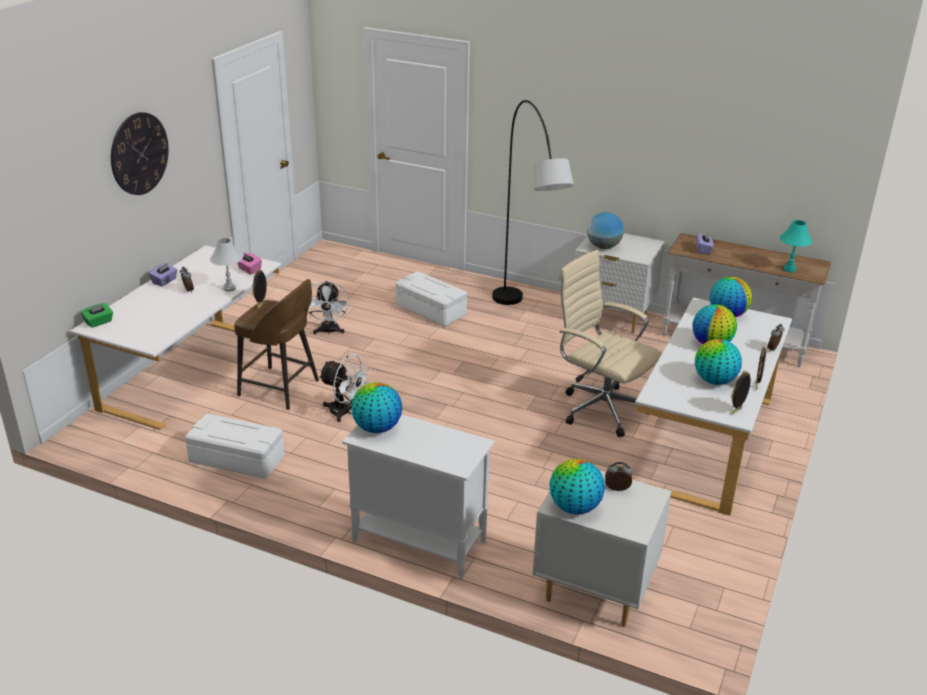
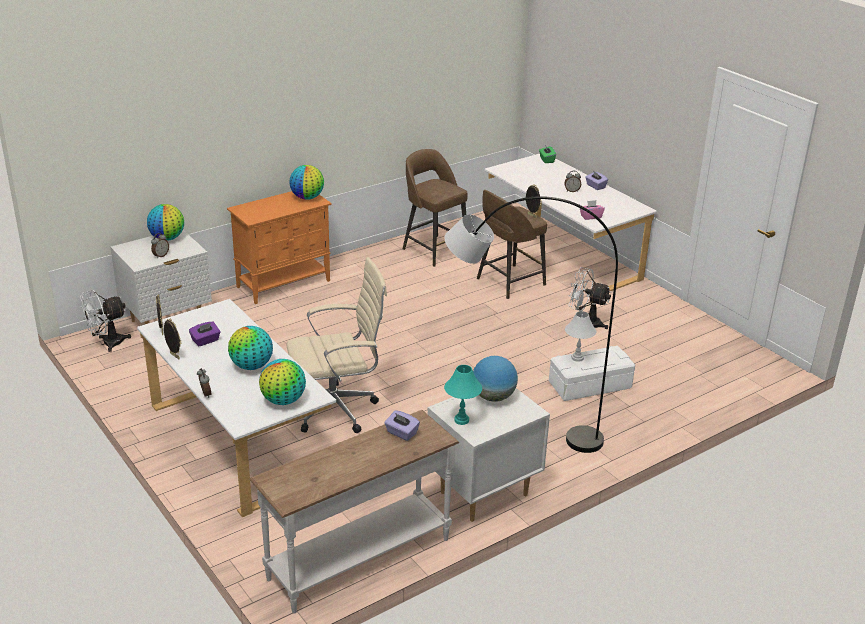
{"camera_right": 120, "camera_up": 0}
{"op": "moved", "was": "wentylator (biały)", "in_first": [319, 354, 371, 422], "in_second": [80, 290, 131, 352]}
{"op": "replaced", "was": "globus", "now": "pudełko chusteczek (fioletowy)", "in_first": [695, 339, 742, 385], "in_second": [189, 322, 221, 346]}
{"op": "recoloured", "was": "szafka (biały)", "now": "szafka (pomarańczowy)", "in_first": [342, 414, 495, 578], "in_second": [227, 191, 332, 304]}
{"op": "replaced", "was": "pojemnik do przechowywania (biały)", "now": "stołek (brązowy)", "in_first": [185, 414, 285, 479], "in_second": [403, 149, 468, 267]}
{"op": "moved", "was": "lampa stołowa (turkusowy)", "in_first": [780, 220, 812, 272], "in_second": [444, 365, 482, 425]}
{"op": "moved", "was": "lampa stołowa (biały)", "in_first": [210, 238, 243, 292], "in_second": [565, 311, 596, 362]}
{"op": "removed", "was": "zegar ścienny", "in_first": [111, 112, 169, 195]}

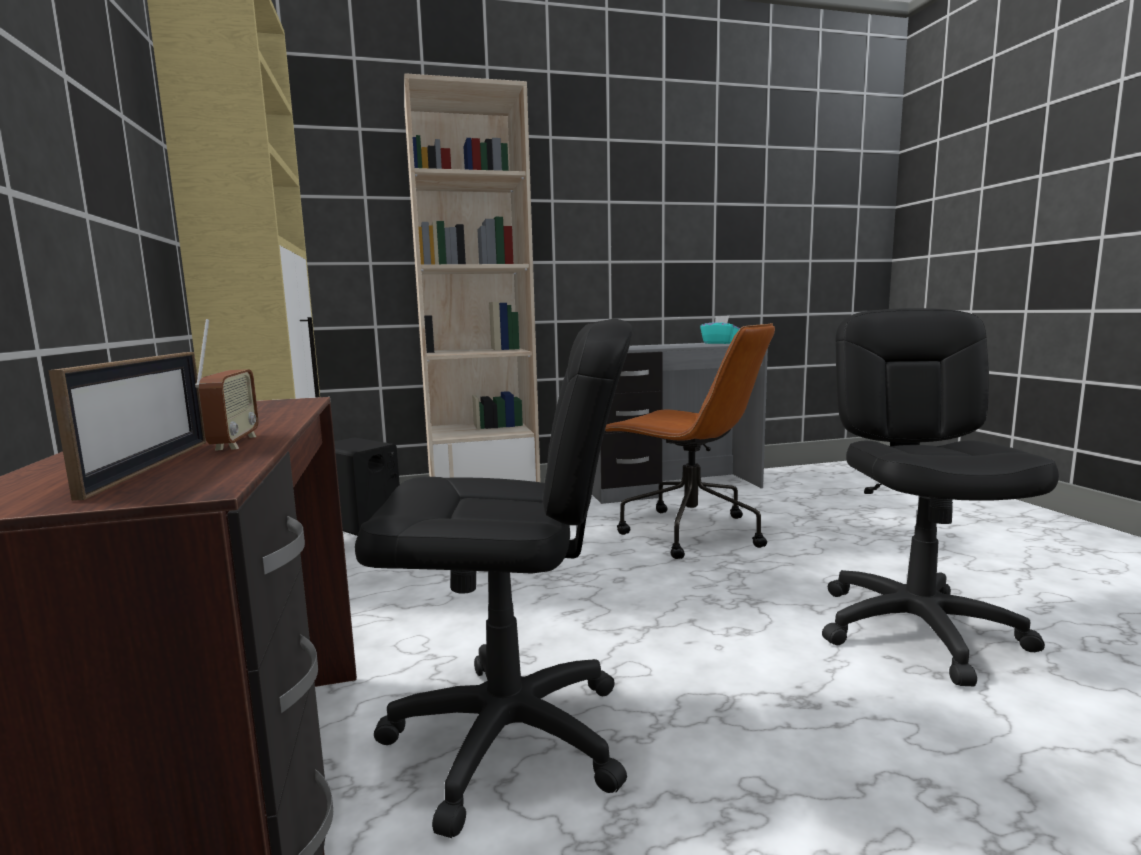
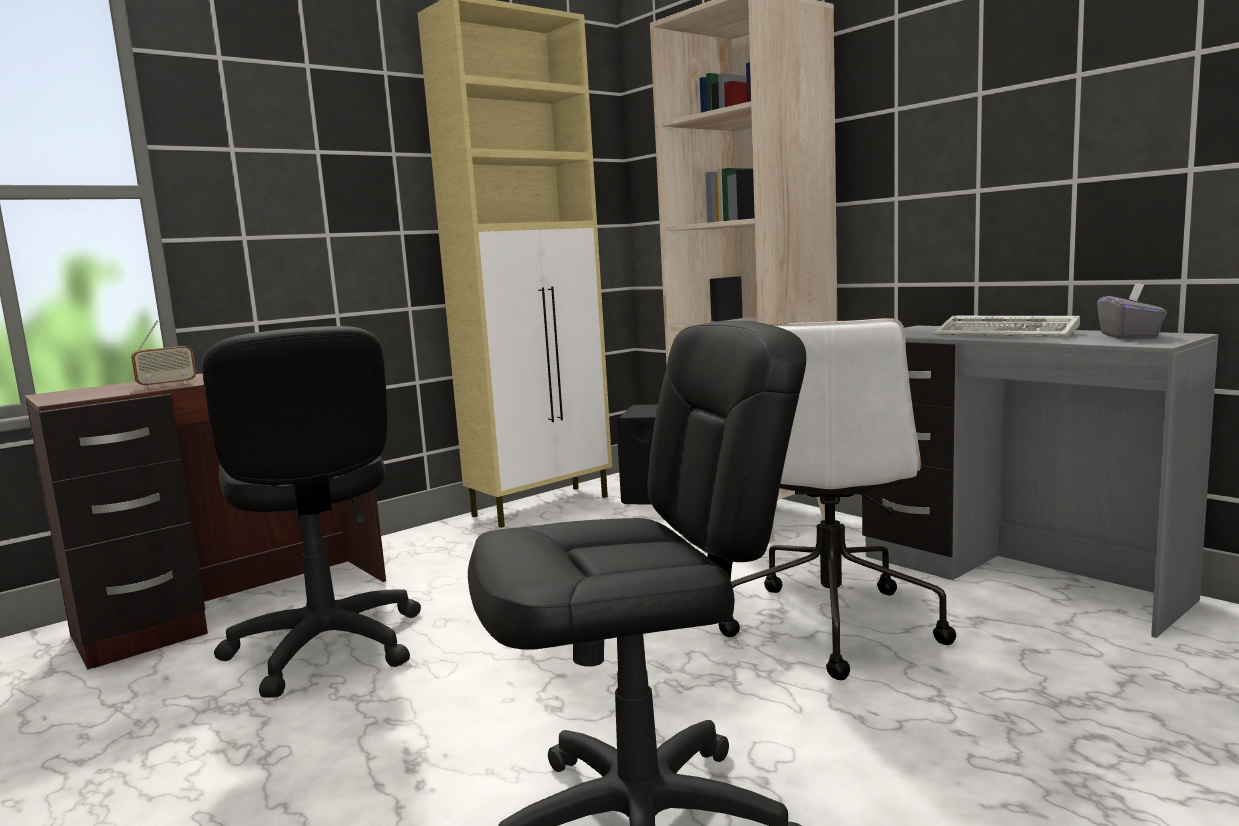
{"camera_right": 65, "camera_up": 0}
{"op": "recoloured", "was": "krzesło biurowe (brązowy)", "now": "krzesło biurowe (biały)", "in_first": [605, 323, 775, 559], "in_second": [718, 318, 956, 680]}
{"op": "added", "now": "klawiatura", "in_second": [934, 316, 1080, 338]}
{"op": "recoloured", "was": "pudełko chusteczek (turkusowy)", "now": "pudełko chusteczek (szary)", "in_first": [700, 316, 740, 344], "in_second": [1097, 283, 1167, 339]}
{"op": "removed", "was": "ramka na zdjęcie", "in_first": [49, 352, 206, 501]}

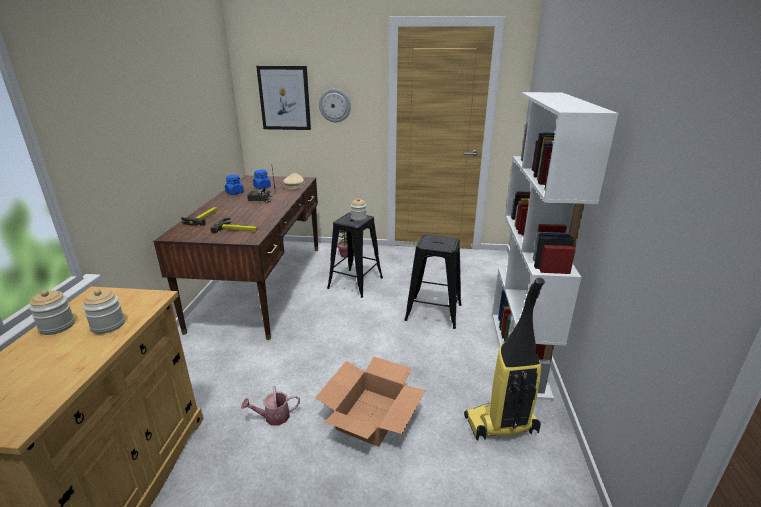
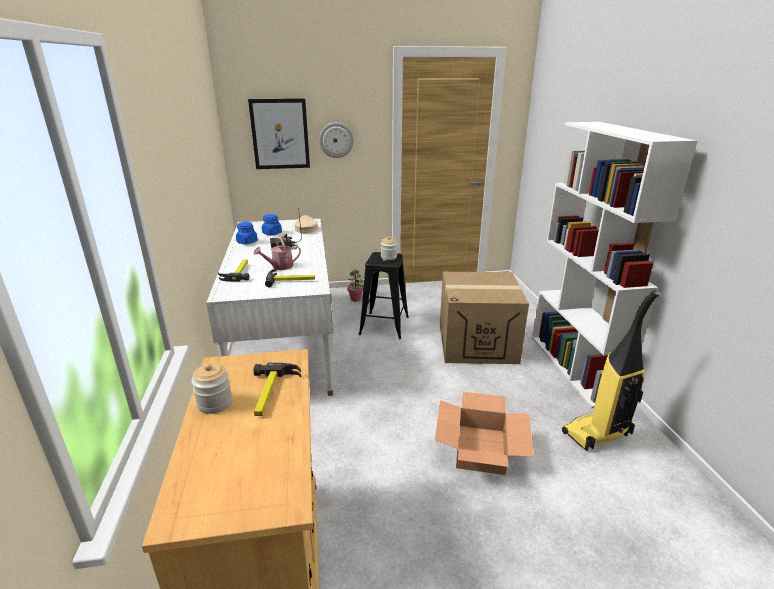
{"camera_right": -15, "camera_up": 0}
{"op": "recoloured", "was": "biurko (brązowy)", "now": "biurko (biały)", "in_first": [154, 176, 318, 340], "in_second": [206, 219, 333, 396]}
{"op": "moved", "was": "konewka", "in_first": [241, 386, 300, 426], "in_second": [254, 237, 301, 270]}
{"op": "replaced", "was": "słoik", "now": "młotek", "in_first": [82, 289, 125, 334], "in_second": [254, 363, 302, 416]}
{"op": "replaced", "was": "stołek (czarny)", "now": "karton", "in_first": [405, 235, 462, 329], "in_second": [440, 272, 529, 364]}

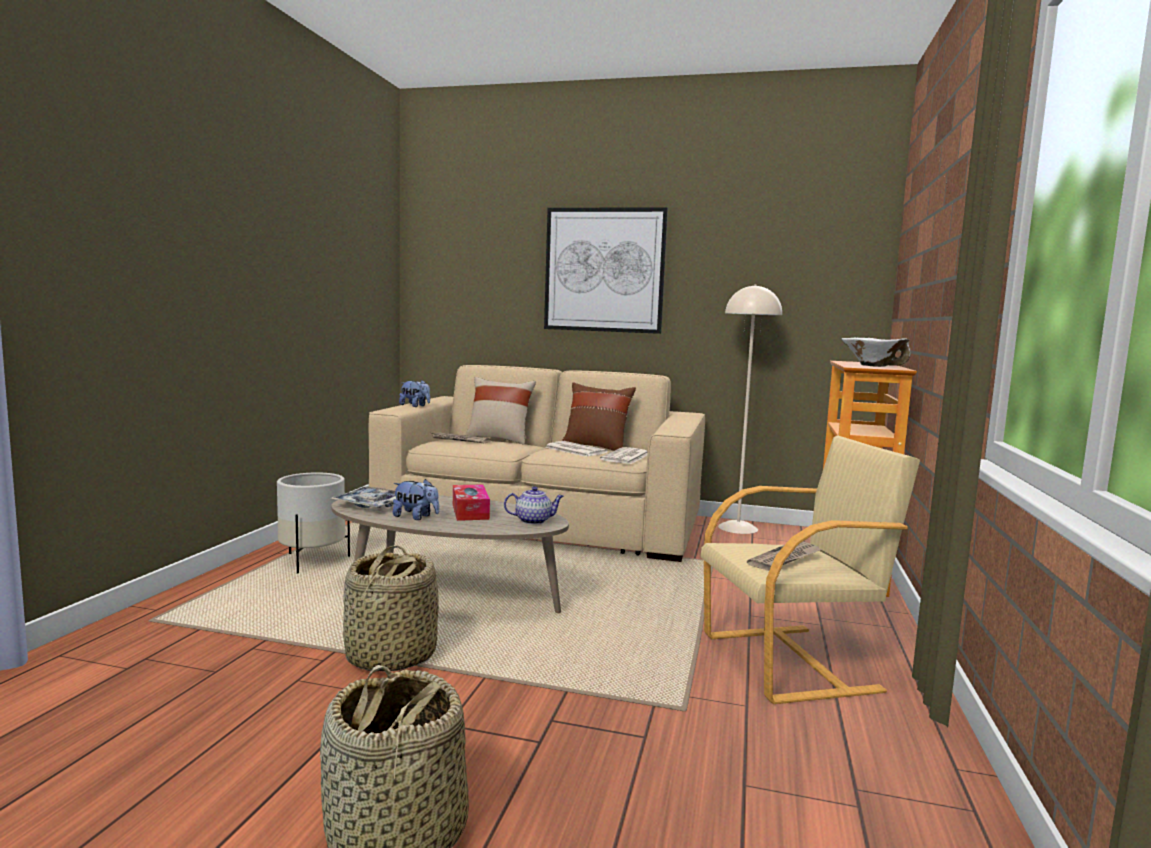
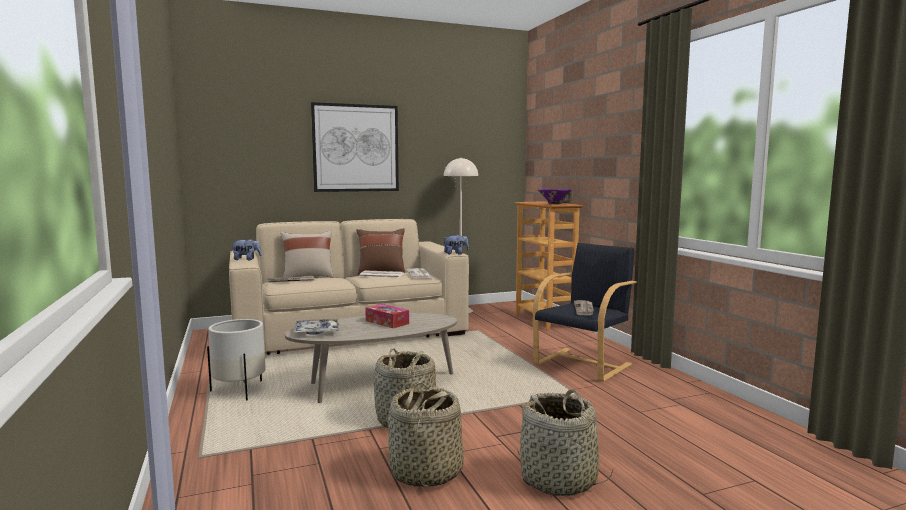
{"camera_right": -35, "camera_up": 0}
{"op": "added", "now": "koszyk", "in_second": [388, 382, 464, 487]}
{"op": "moved", "was": "pluszak", "in_first": [393, 479, 439, 520], "in_second": [444, 234, 469, 255]}
{"op": "recoloured", "was": "fotel (beżowy)", "now": "fotel (czarny)", "in_first": [701, 435, 920, 704], "in_second": [533, 243, 637, 382]}
{"op": "recoloured", "was": "miska (biały)", "now": "miska (fioletowy)", "in_first": [841, 338, 911, 367], "in_second": [538, 188, 573, 204]}
{"op": "removed", "was": "imbryk", "in_first": [504, 486, 564, 524]}

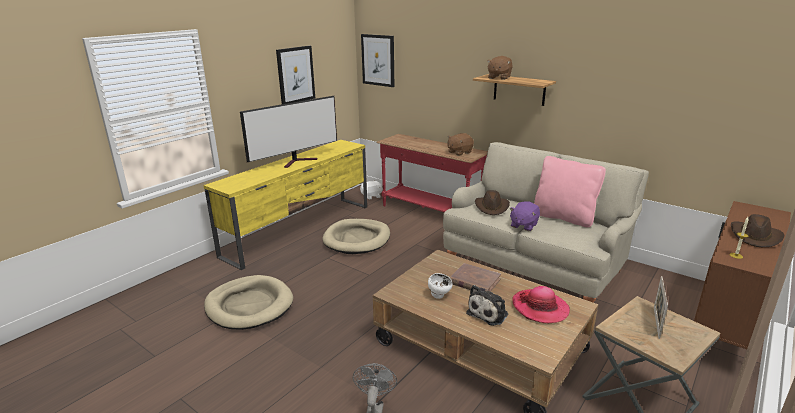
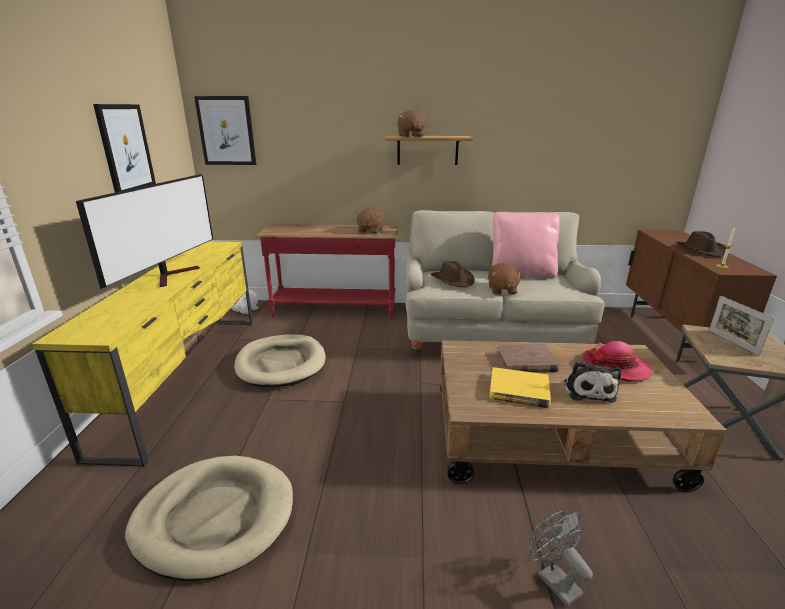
{"camera_right": -35, "camera_up": 0}
{"op": "recoloured", "was": "pluszak (fioletowy)", "now": "pluszak (brązowy)", "in_first": [509, 201, 540, 231], "in_second": [488, 263, 523, 295]}
{"op": "replaced", "was": "miska (biały)", "now": "książka (żółty)", "in_first": [428, 273, 453, 299], "in_second": [489, 367, 551, 408]}

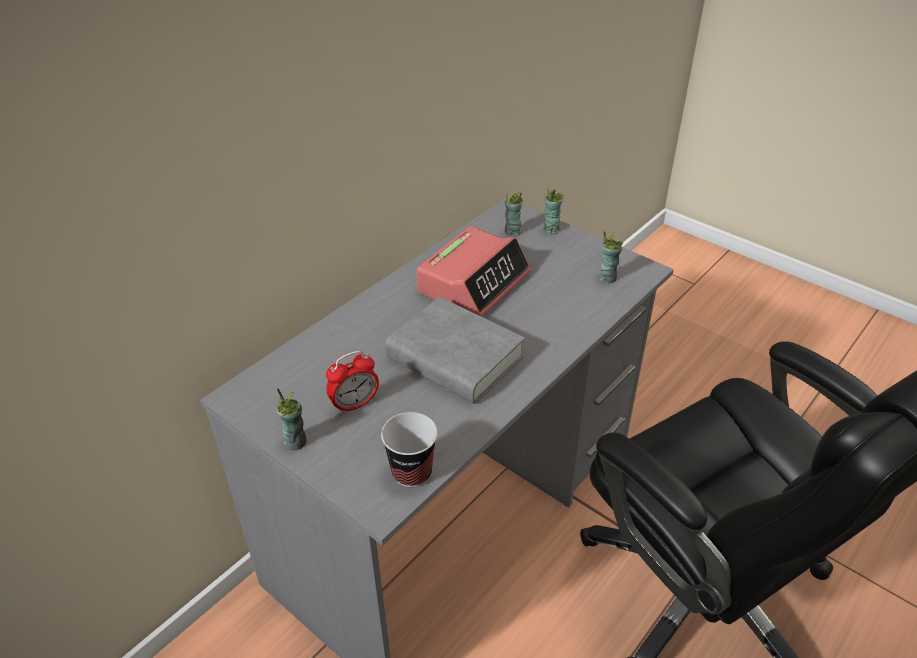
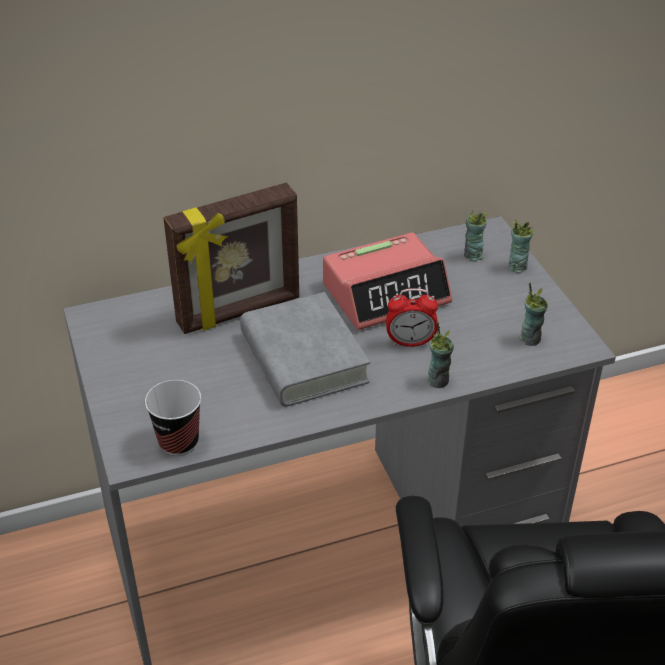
{"camera_right": 30, "camera_up": 0}
{"op": "added", "now": "ramka na zdjęcie", "in_second": [163, 183, 299, 334]}
{"op": "moved", "was": "budzik", "in_first": [326, 351, 379, 414], "in_second": [386, 288, 438, 347]}
{"op": "moved", "was": "filiżanka", "in_first": [277, 388, 307, 450], "in_second": [427, 322, 454, 388]}

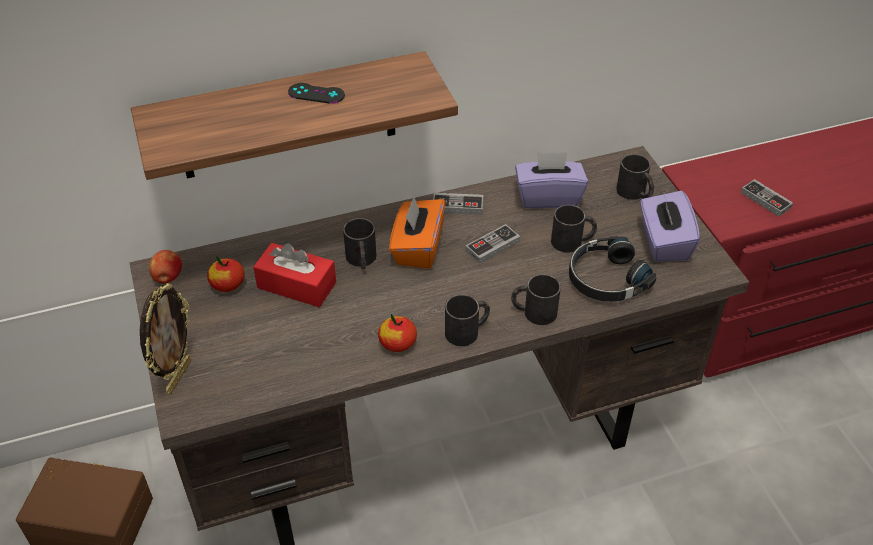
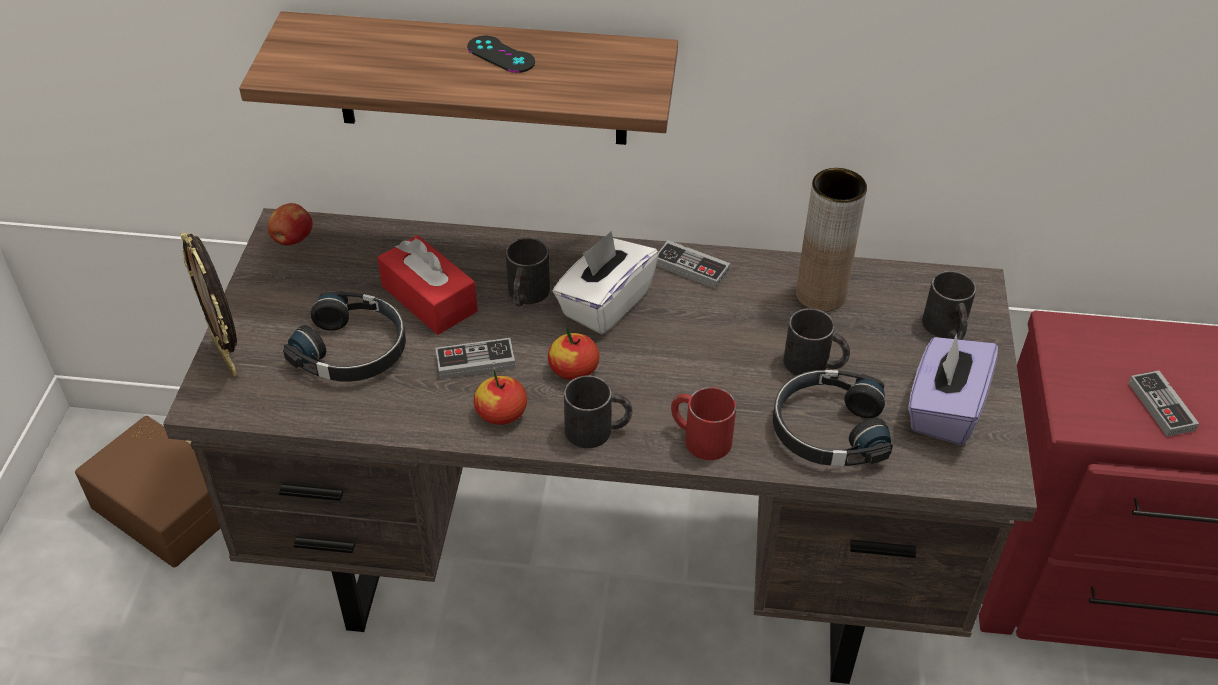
{"camera_right": 25, "camera_up": 0}
{"op": "turned", "was": "ramka na zdjęcie", "in_first": [140, 283, 191, 394], "in_second": [180, 232, 237, 376], "clockwise": 105}
{"op": "added", "now": "słuchawki (czarny)", "in_second": [283, 291, 406, 382]}
{"op": "moved", "was": "pad do gier", "in_first": [466, 224, 520, 264], "in_second": [435, 338, 515, 379]}
{"op": "moved", "was": "jabłko", "in_first": [207, 256, 245, 292], "in_second": [548, 328, 600, 380]}
{"op": "recoloured", "was": "pudełko chusteczek (pomarańczowy)", "now": "pudełko chusteczek (biały)", "in_first": [389, 196, 445, 269], "in_second": [553, 231, 659, 334]}
{"op": "recoloured", "was": "kubek (czarny)", "now": "kubek (czerwony)", "in_first": [511, 274, 561, 325], "in_second": [671, 387, 737, 460]}
{"op": "replaced", "was": "pudełko chusteczek (fioletowy)", "now": "wazon (brązowy)", "in_first": [515, 151, 588, 208], "in_second": [796, 168, 867, 312]}

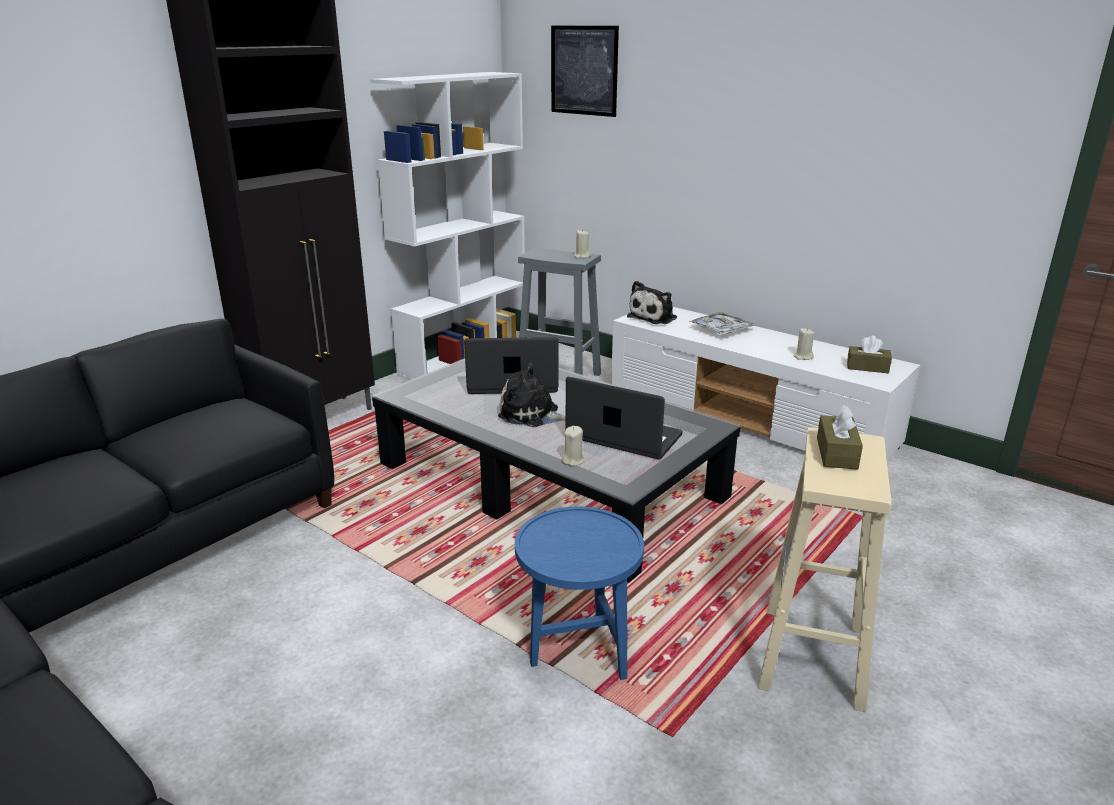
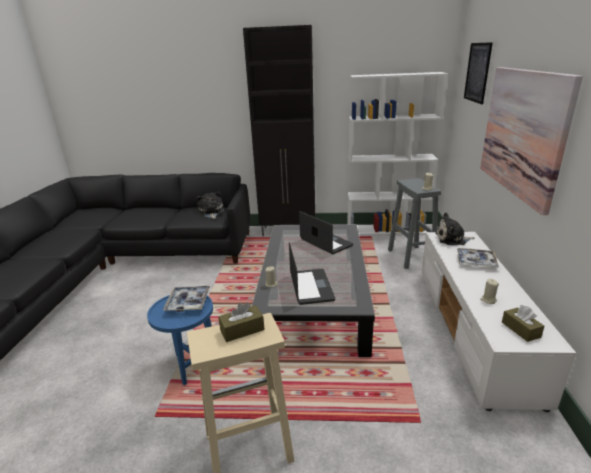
{"camera_right": 55, "camera_up": 0}
{"op": "added", "now": "taca", "in_second": [163, 286, 210, 312]}
{"op": "moved", "was": "pluszak", "in_first": [498, 363, 566, 427], "in_second": [196, 191, 224, 219]}
{"op": "added", "now": "obraz", "in_second": [480, 67, 583, 215]}

